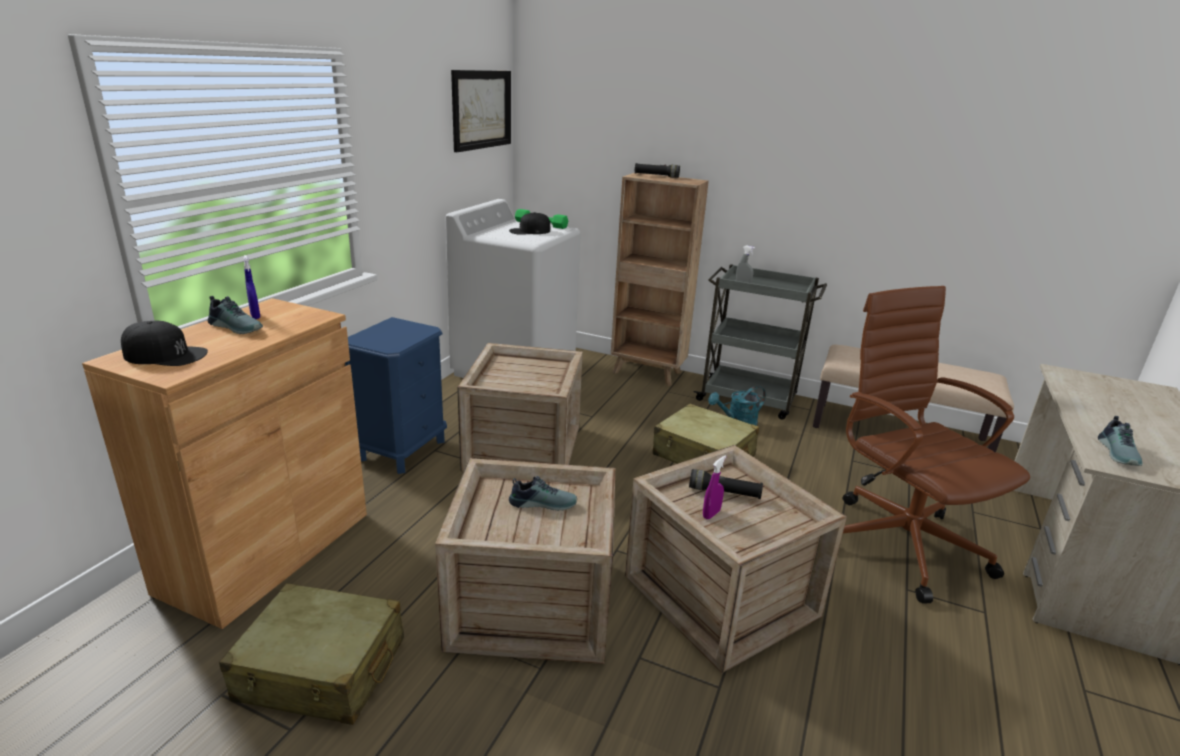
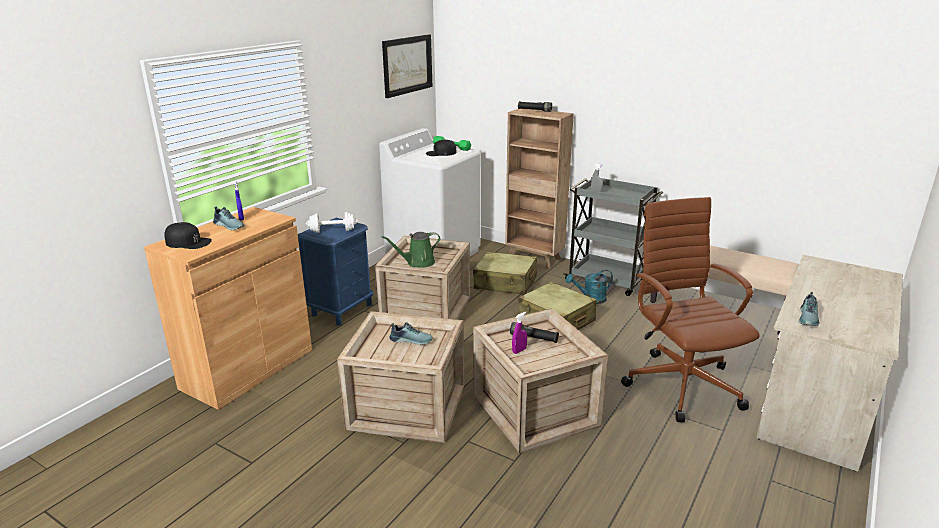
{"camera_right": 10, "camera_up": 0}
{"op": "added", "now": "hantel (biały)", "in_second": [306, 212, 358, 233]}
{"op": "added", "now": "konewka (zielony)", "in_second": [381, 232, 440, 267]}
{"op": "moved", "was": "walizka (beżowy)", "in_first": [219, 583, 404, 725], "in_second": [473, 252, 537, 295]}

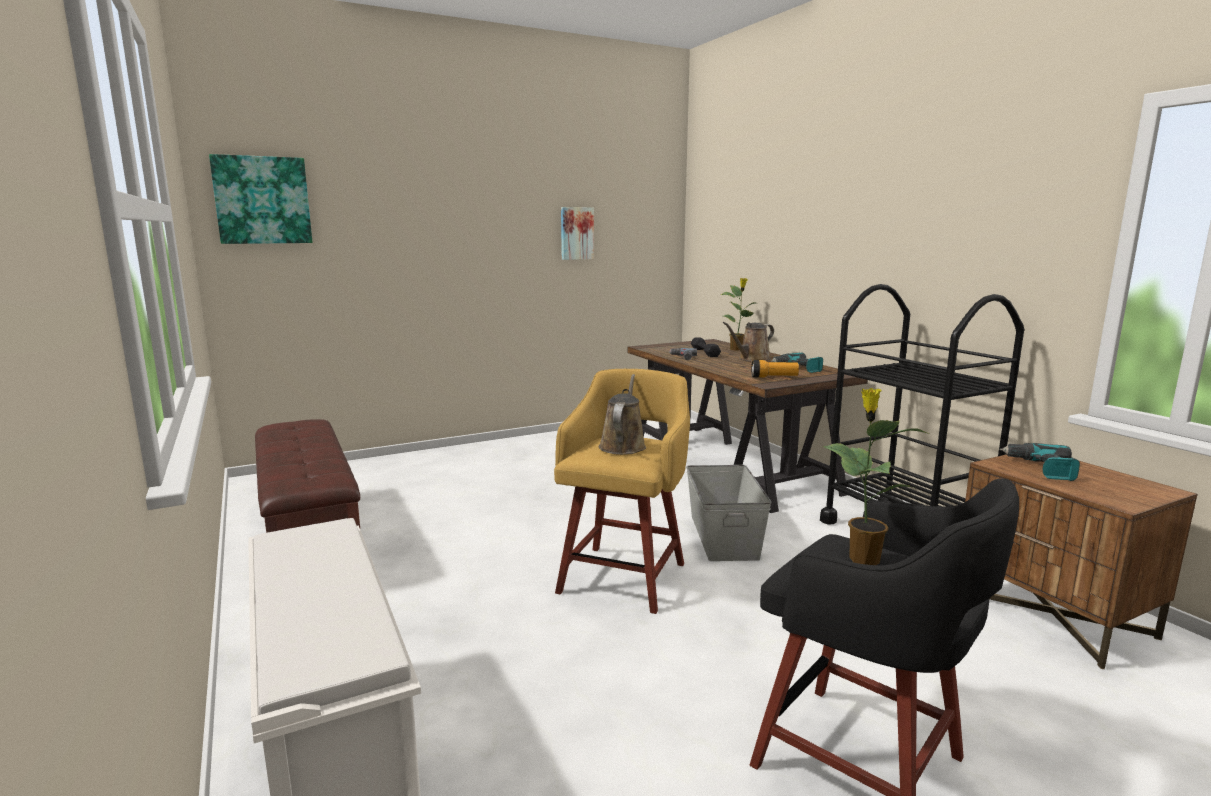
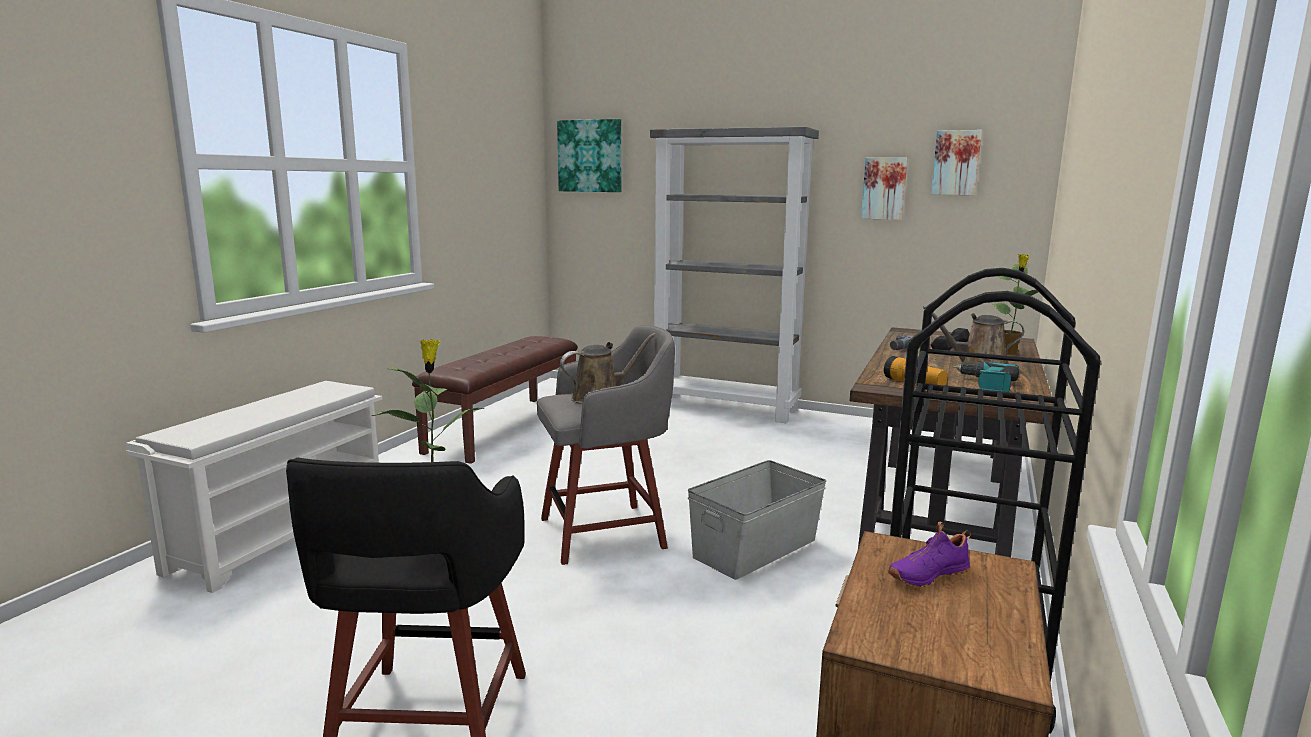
{"camera_right": 50, "camera_up": 0}
{"op": "recoloured", "was": "stołek (żółty)", "now": "stołek (szary)", "in_first": [554, 369, 690, 614], "in_second": [537, 325, 675, 565]}
{"op": "added", "now": "regał (szary)", "in_second": [650, 127, 819, 423]}
{"op": "replaced", "was": "wiertarka", "now": "but (fioletowy)", "in_first": [999, 443, 1080, 481], "in_second": [888, 521, 971, 587]}
{"op": "added", "now": "obraz", "in_second": [931, 130, 982, 195]}

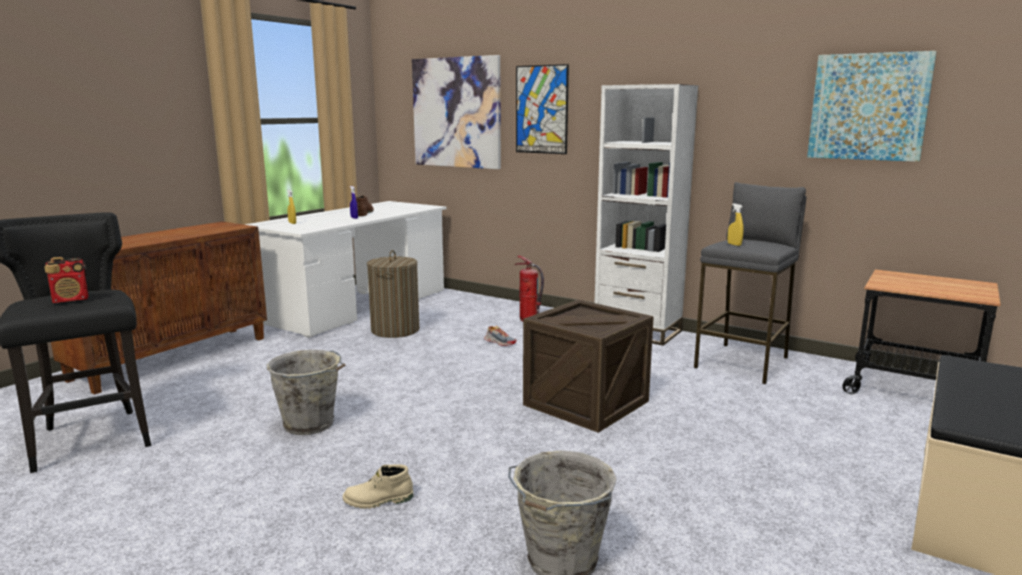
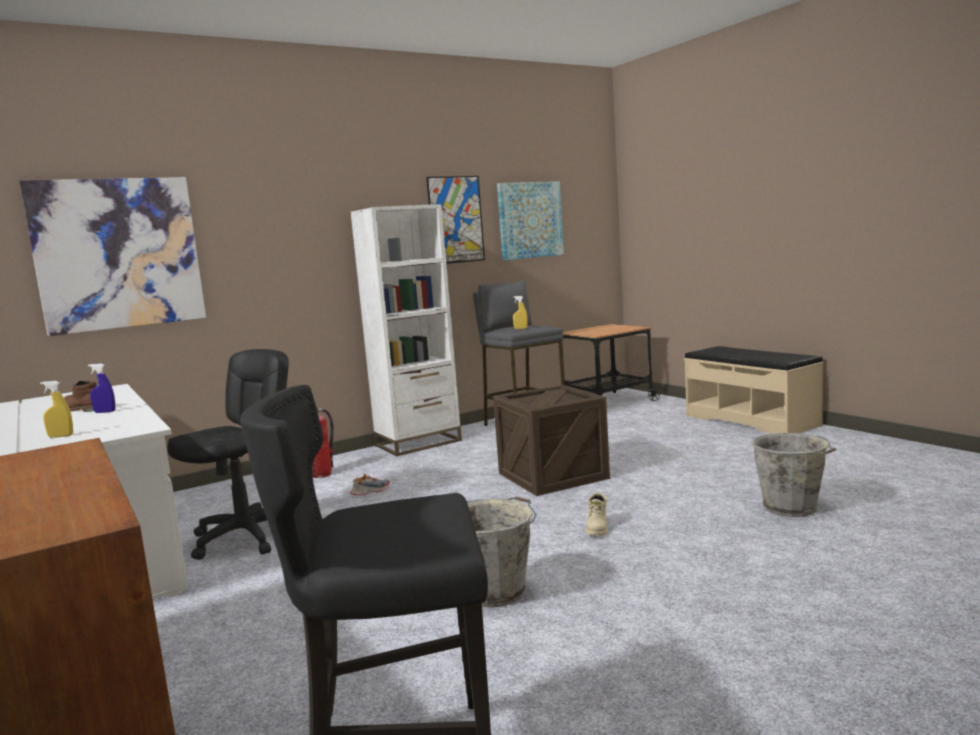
{"camera_right": -65, "camera_up": -5}
{"op": "replaced", "was": "kosz na pranie", "now": "krzesło biurowe (czarny)", "in_first": [367, 250, 419, 338], "in_second": [167, 349, 289, 560]}
{"op": "moved", "was": "obraz", "in_first": [516, 64, 569, 154], "in_second": [426, 176, 485, 264]}
{"op": "moved", "was": "but z cholewką (beżowy)", "in_first": [343, 464, 413, 509], "in_second": [585, 493, 608, 536]}
{"op": "removed", "was": "radio", "in_first": [44, 257, 89, 303]}

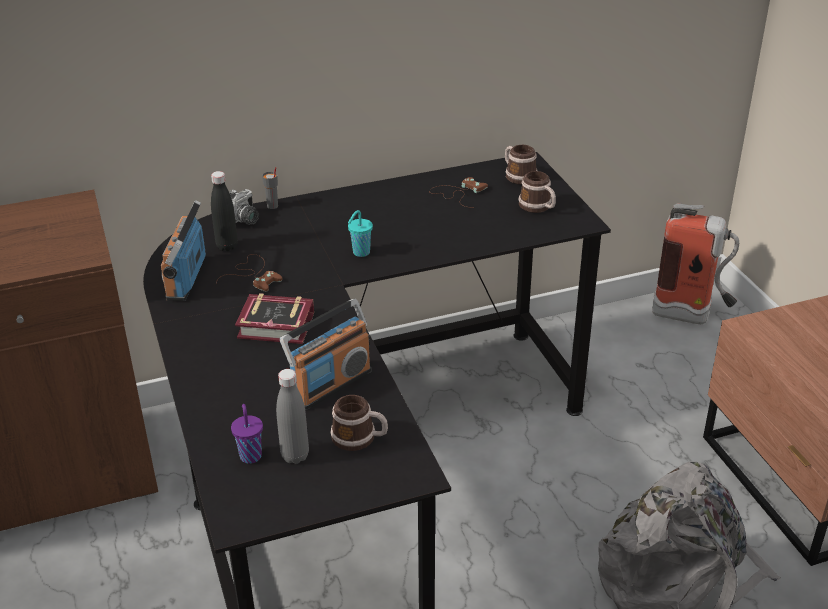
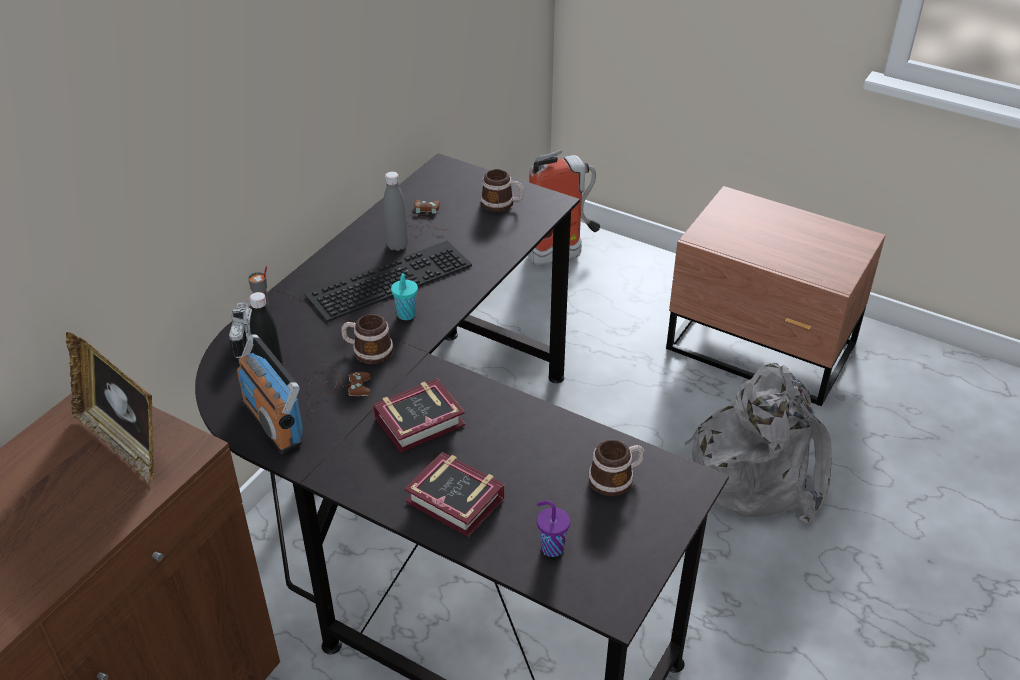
{"camera_right": -40, "camera_up": 5}
{"op": "added", "now": "ramka na zdjęcie", "in_second": [66, 332, 155, 485]}
{"op": "added", "now": "klawiatura", "in_second": [305, 241, 472, 322]}
{"op": "moved", "was": "kubek", "in_first": [505, 145, 537, 185], "in_second": [341, 314, 393, 364]}
{"op": "moved", "was": "butelka (szary)", "in_first": [276, 369, 309, 464], "in_second": [383, 172, 408, 251]}
{"op": "added", "now": "książka", "in_second": [405, 452, 504, 537]}
{"op": "removed", "was": "radio", "in_first": [280, 299, 371, 410]}

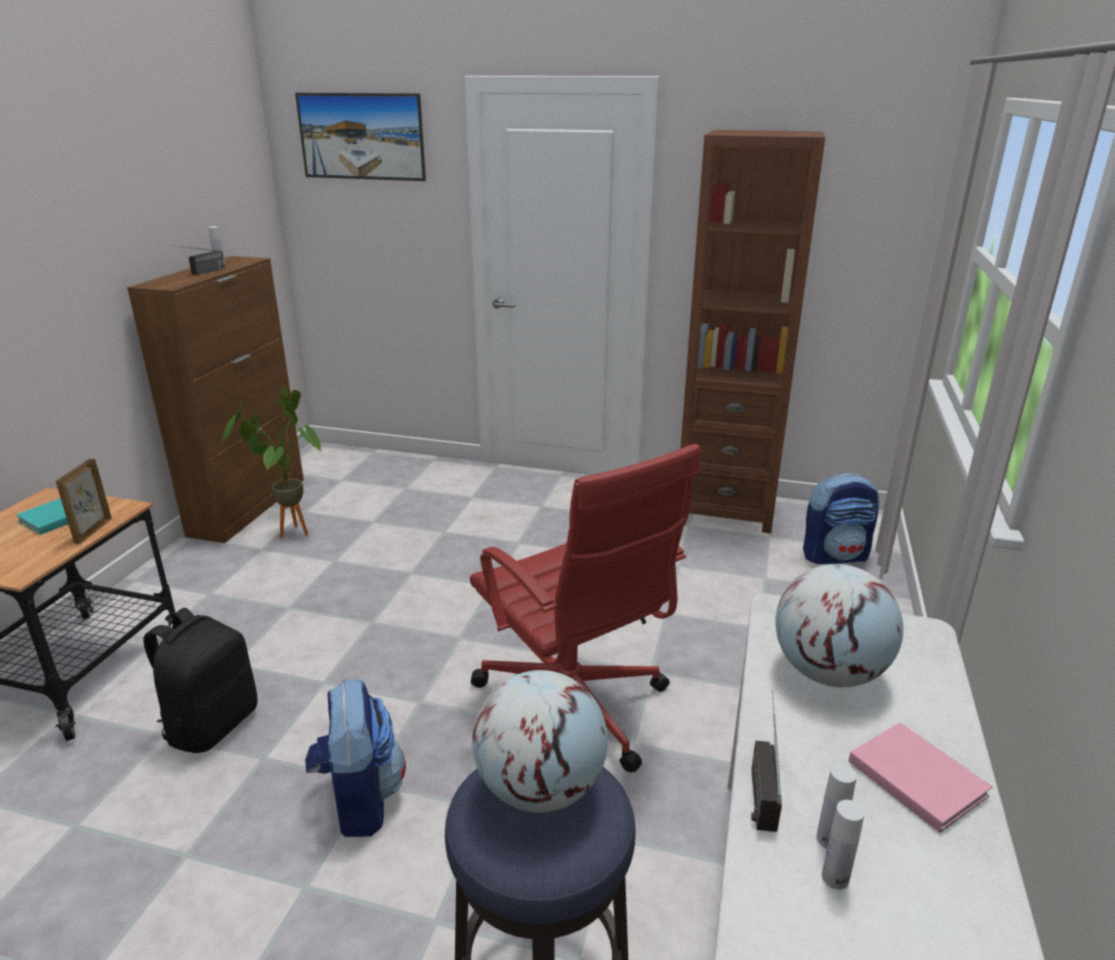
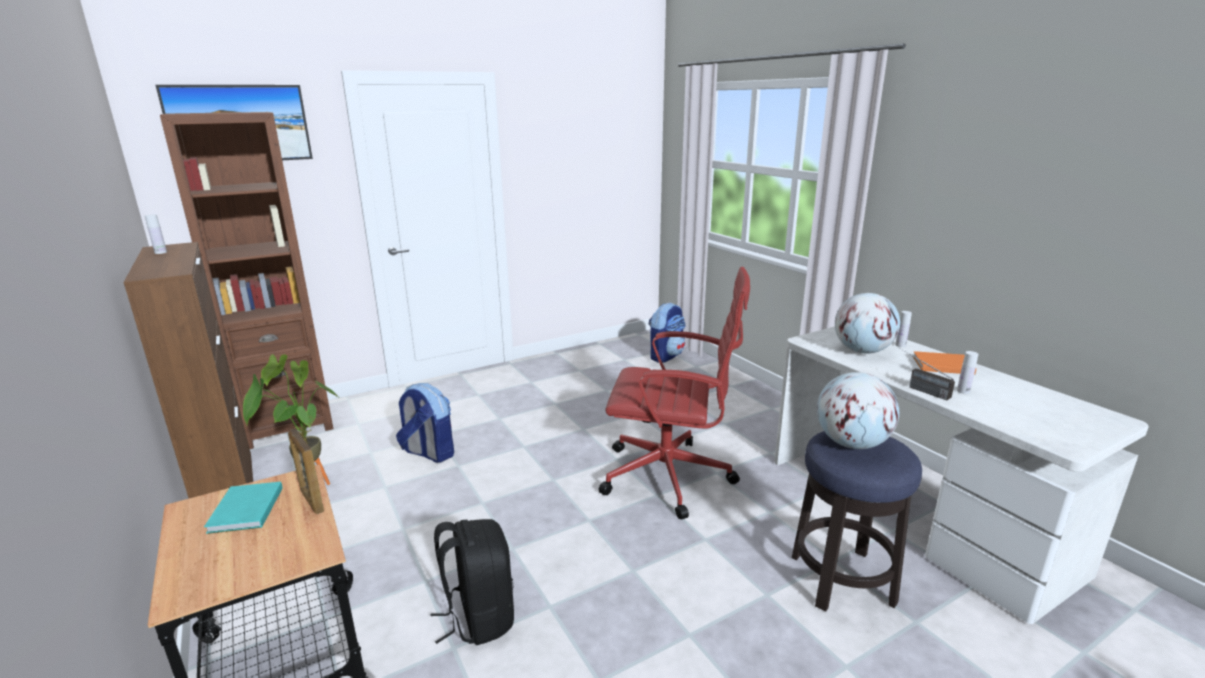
{"camera_right": -45, "camera_up": -5}
{"op": "moved", "was": "regał (brązowy)", "in_first": [681, 130, 825, 533], "in_second": [160, 112, 333, 449]}
{"op": "moved", "was": "plecak", "in_first": [305, 679, 406, 837], "in_second": [396, 383, 454, 463]}
{"op": "moved", "was": "butelka (biały)", "in_first": [822, 800, 864, 890], "in_second": [895, 311, 912, 347]}
{"op": "recoloured", "was": "książka (różowy)", "now": "książka (pomarańczowy)", "in_first": [849, 722, 992, 833], "in_second": [913, 351, 976, 375]}
{"op": "removed", "was": "radio", "in_first": [169, 245, 225, 275]}

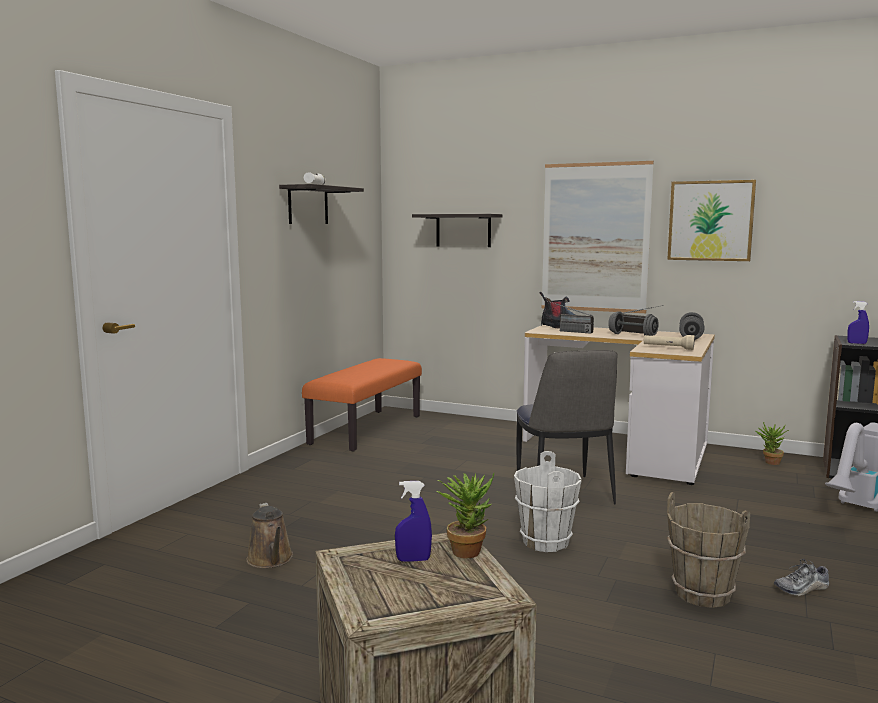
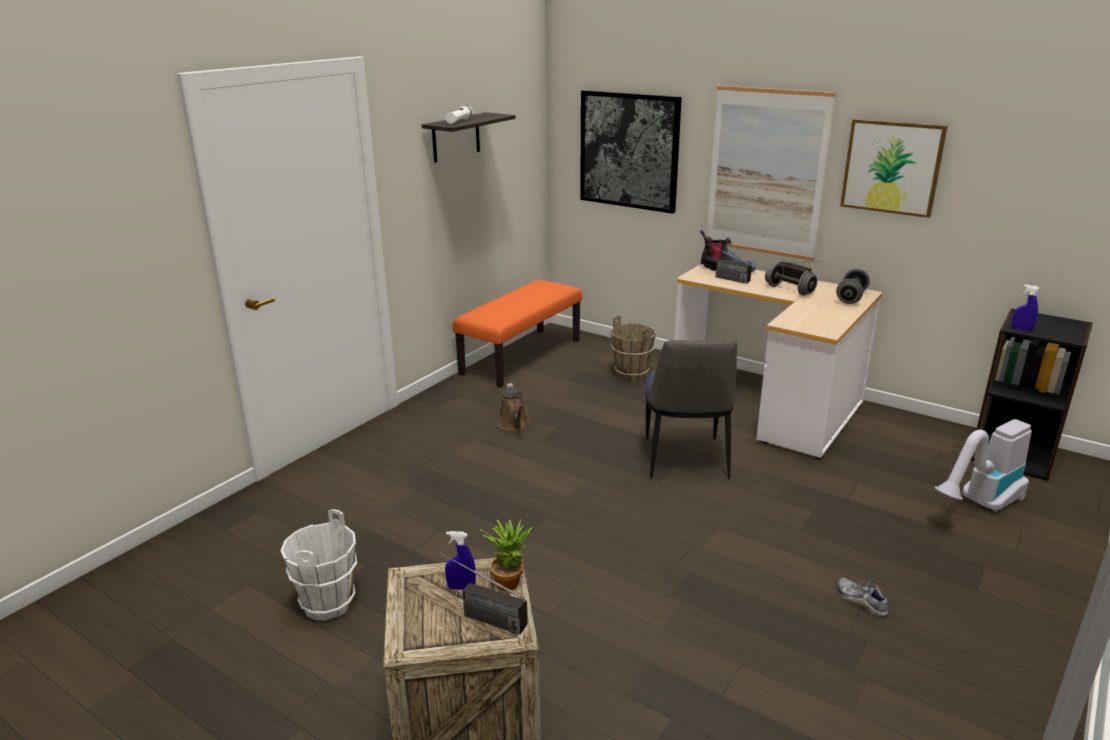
{"camera_right": 10, "camera_up": 15}
{"op": "moved", "was": "wiadro (biały)", "in_first": [514, 451, 582, 552], "in_second": [280, 509, 357, 621]}
{"op": "added", "now": "radio", "in_second": [439, 552, 528, 635]}
{"op": "moved", "was": "konewka (brązowy)", "in_first": [246, 503, 293, 568], "in_second": [498, 383, 531, 431]}
{"op": "replaced", "was": "półka", "now": "obraz", "in_first": [412, 214, 503, 247], "in_second": [580, 90, 682, 213]}
{"op": "moved", "was": "wiadro (brązowy)", "in_first": [667, 492, 750, 608], "in_second": [610, 316, 656, 381]}
{"op": "turned", "was": "but", "in_first": [774, 559, 829, 596], "in_second": [837, 578, 888, 616], "clockwise": 60}
{"op": "removed", "was": "latarka (beżowy)", "in_first": [644, 335, 695, 350]}
{"op": "removed", "was": "roślina doniczkowa", "in_first": [755, 422, 789, 465]}

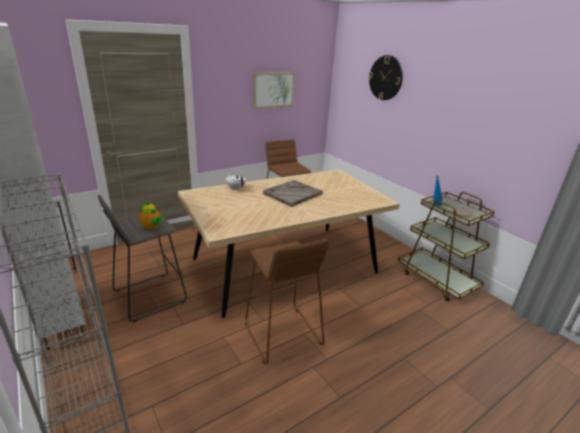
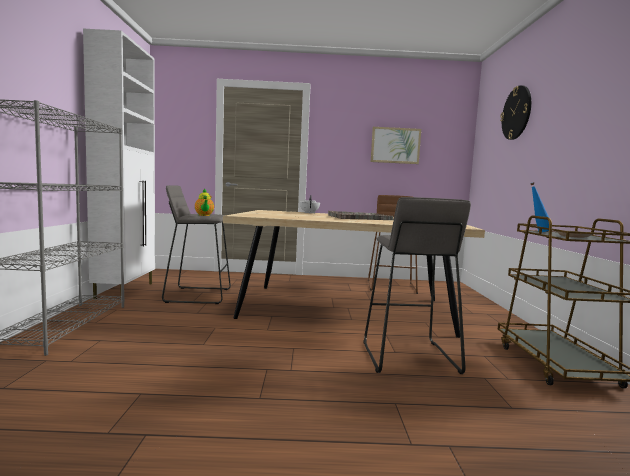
{"camera_right": 35, "camera_up": -20}
{"op": "added", "now": "stołek (szary)", "in_second": [363, 197, 471, 374]}
{"op": "removed", "was": "stołek (brązowy)", "in_first": [245, 239, 330, 364]}

